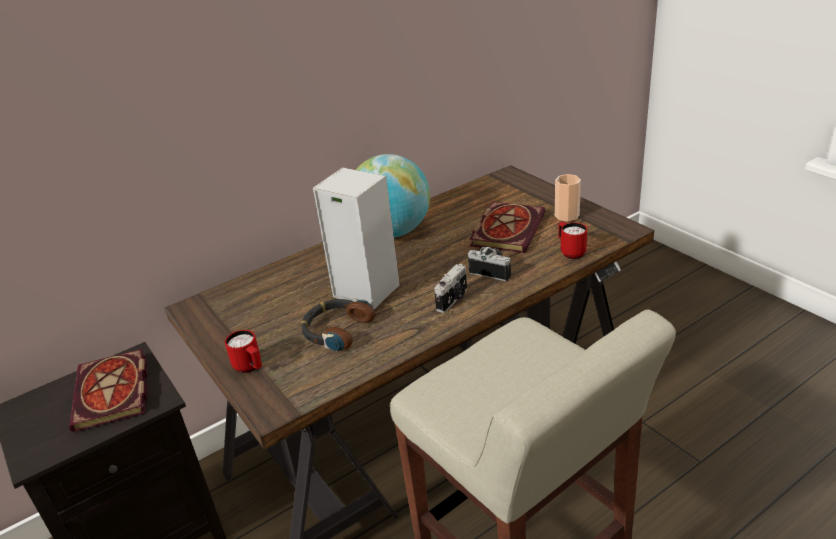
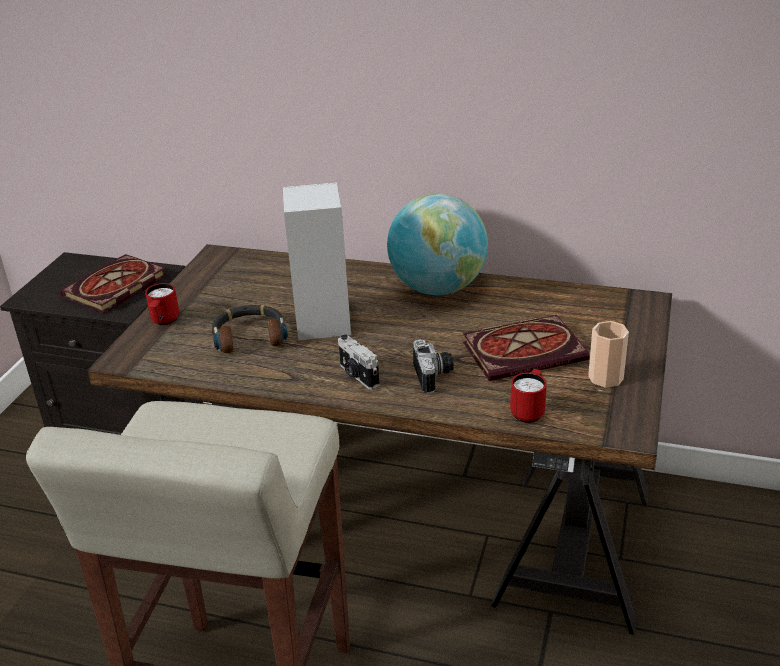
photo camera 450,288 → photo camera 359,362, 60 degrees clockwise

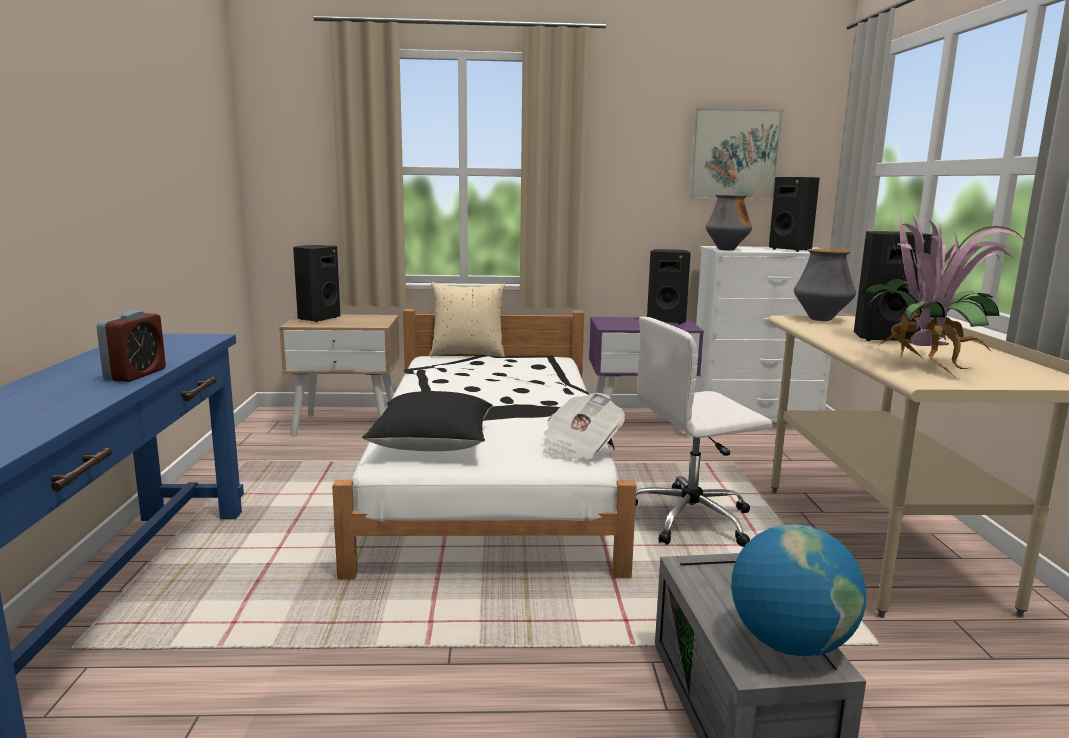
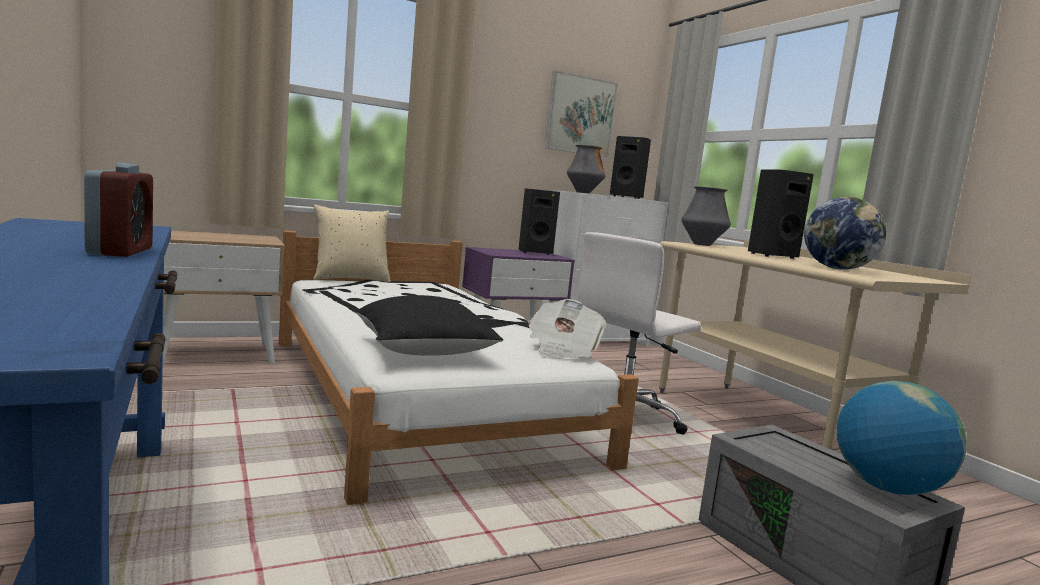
potted plant 944,295 → globe 845,233
black speaker 316,283 → -

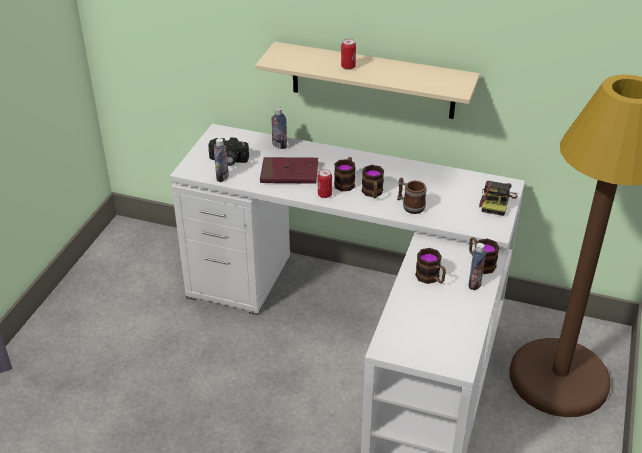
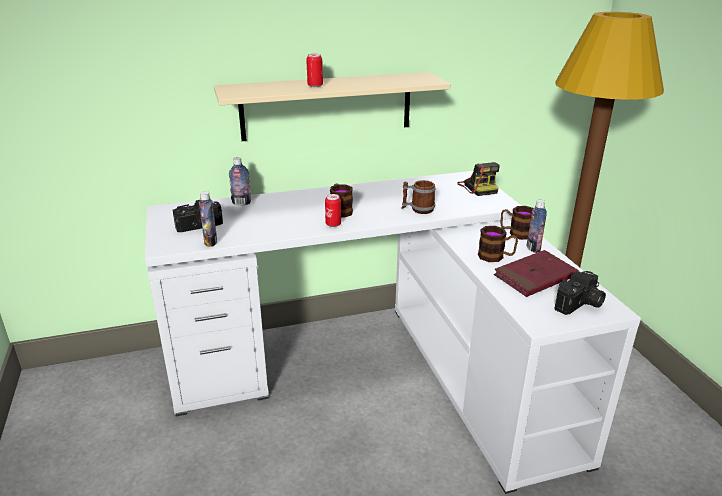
red book 289,170 → red book 536,273, move
- → photo camera 580,293
mug 372,181 → -

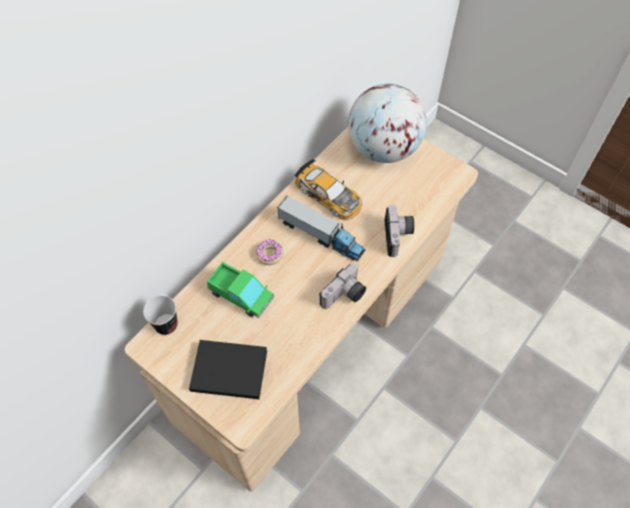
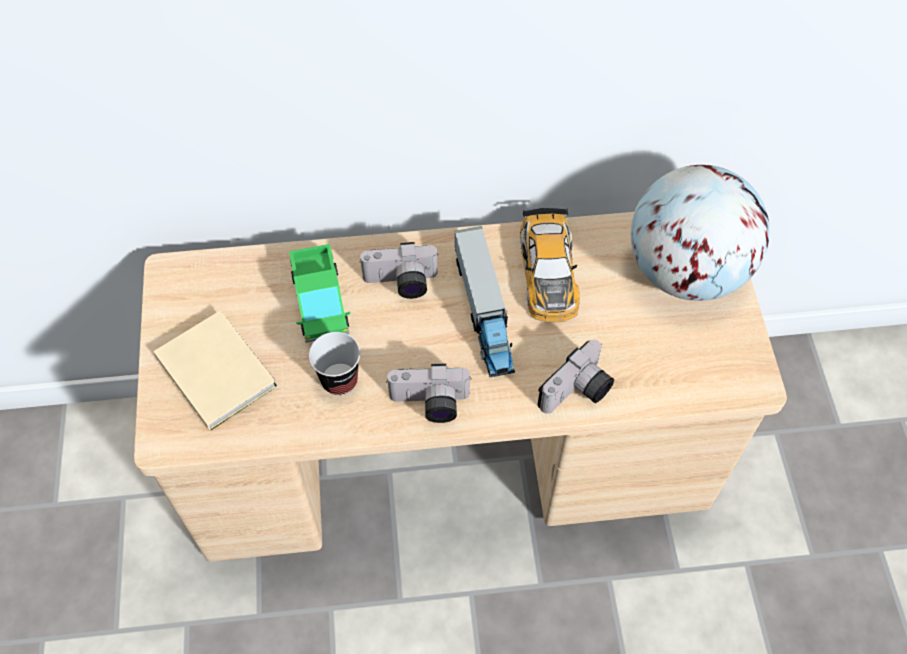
black book 228,369 → beige book 215,371
cup 160,315 → cup 334,363, move
donut 269,252 → photo camera 399,270

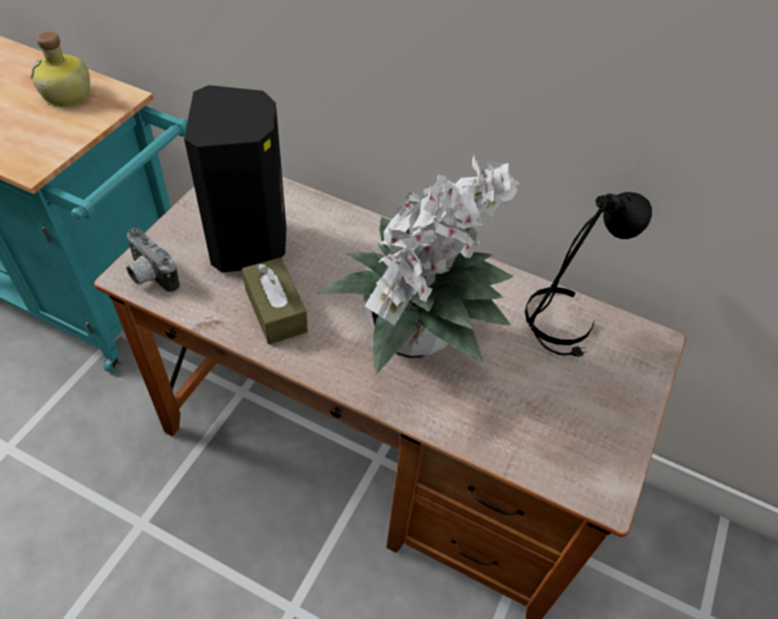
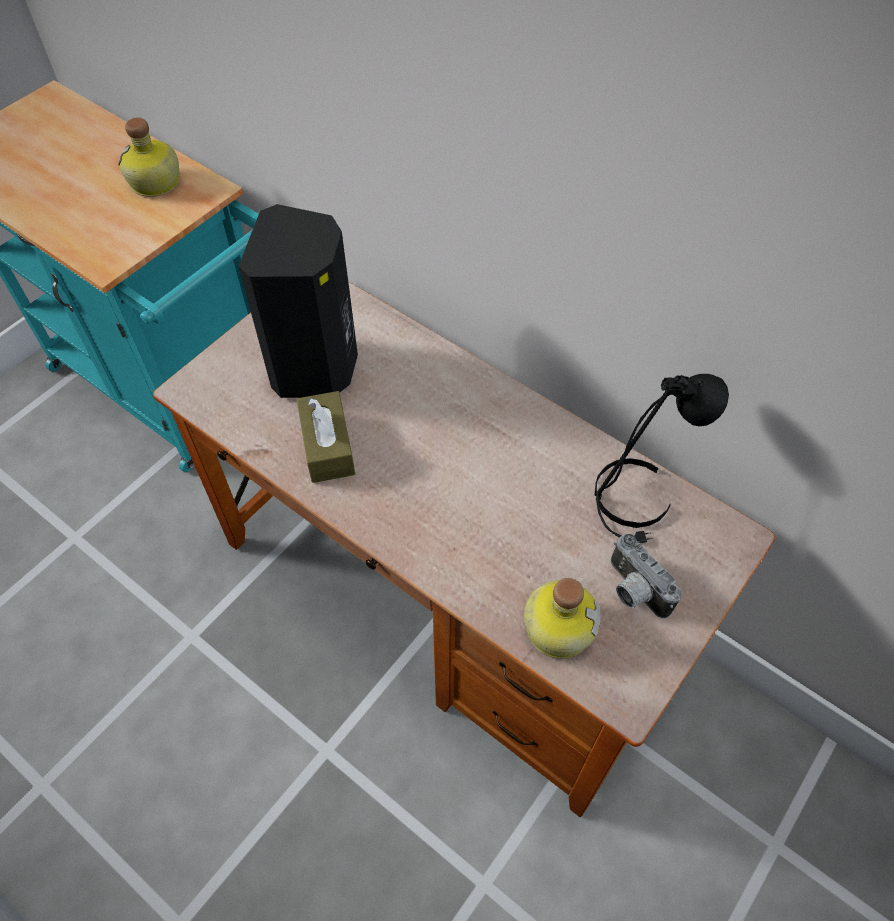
- → bottle 562,618
photo camera 153,259 → photo camera 646,576, move
potted plant 418,264 → -

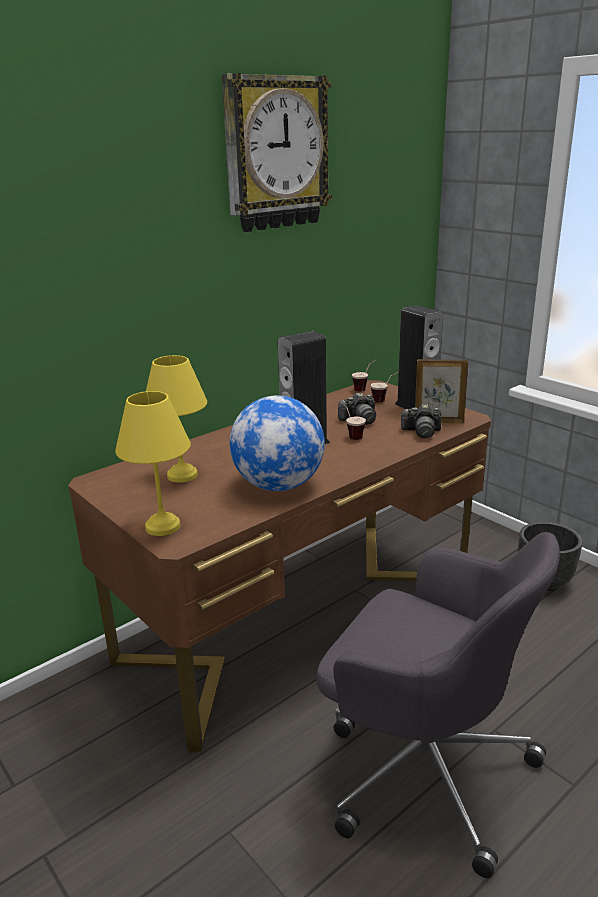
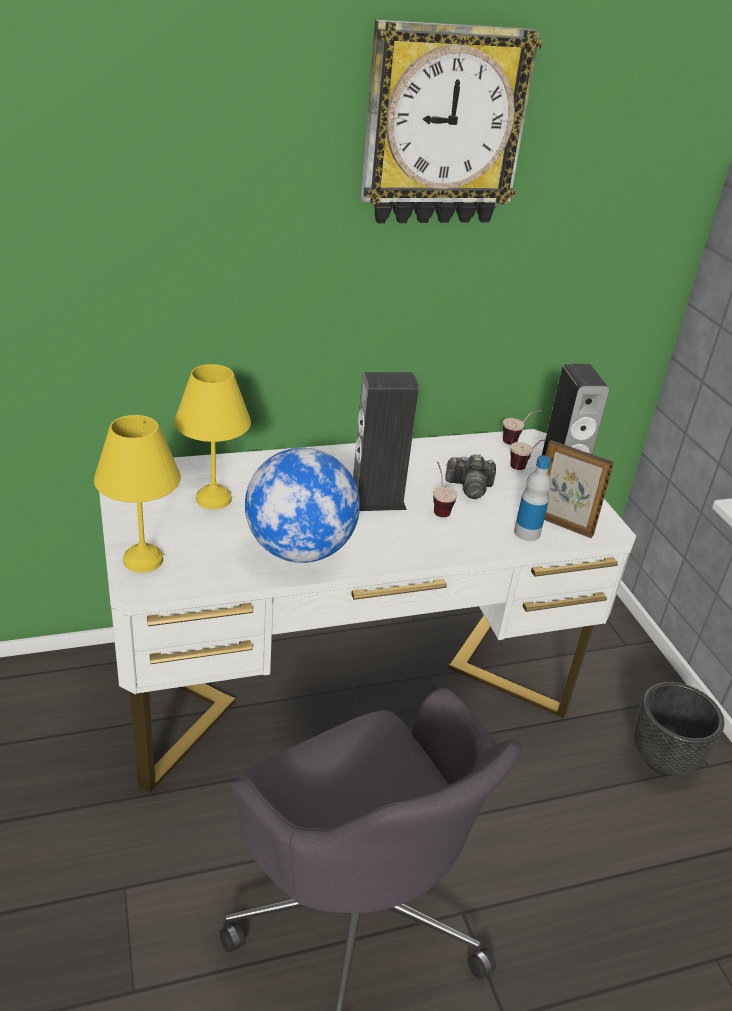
brown desk 279,566 → white desk 367,611
photo camera 421,421 → bottle 532,498

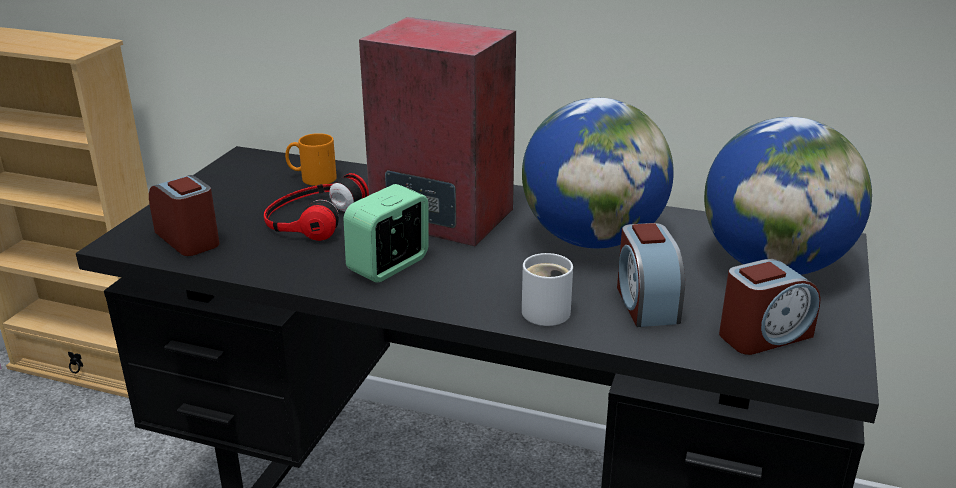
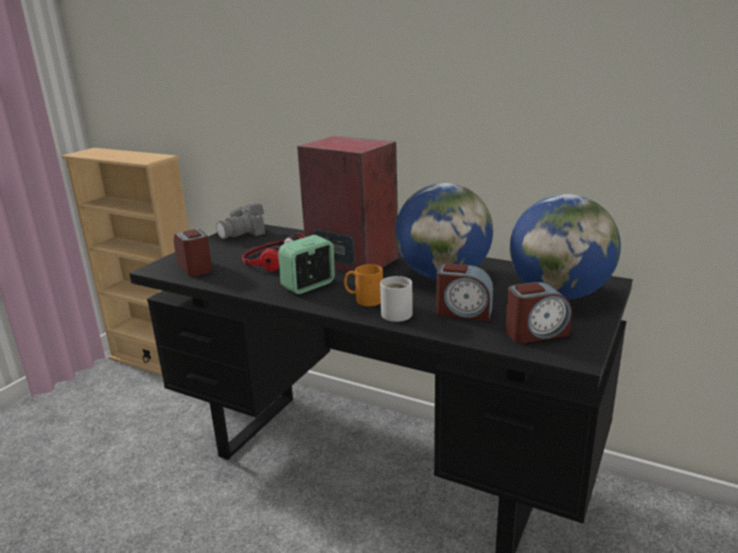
- → photo camera 240,221
orange mug 311,159 → orange mug 363,285, move
alarm clock 651,275 → alarm clock 464,292, 75 degrees counterclockwise

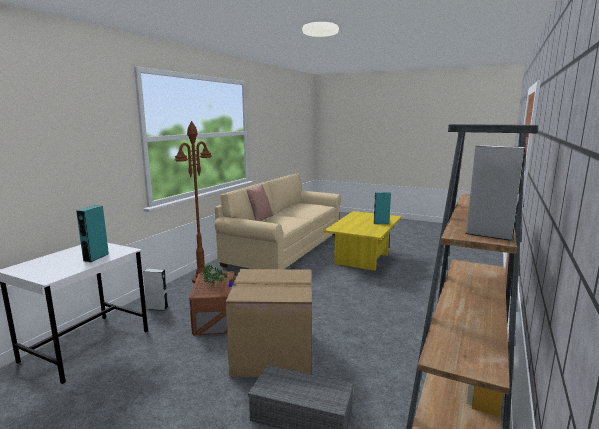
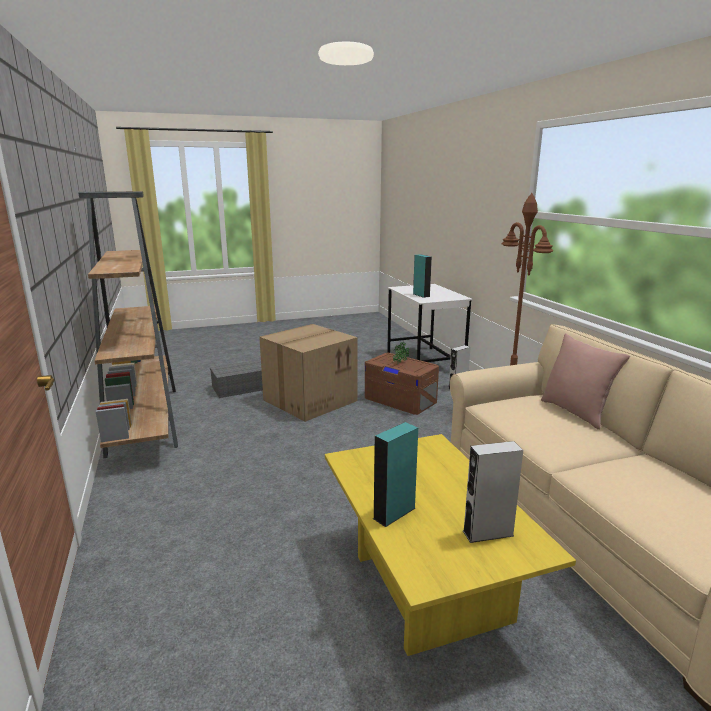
grey speaker 495,193 → grey speaker 493,492, move

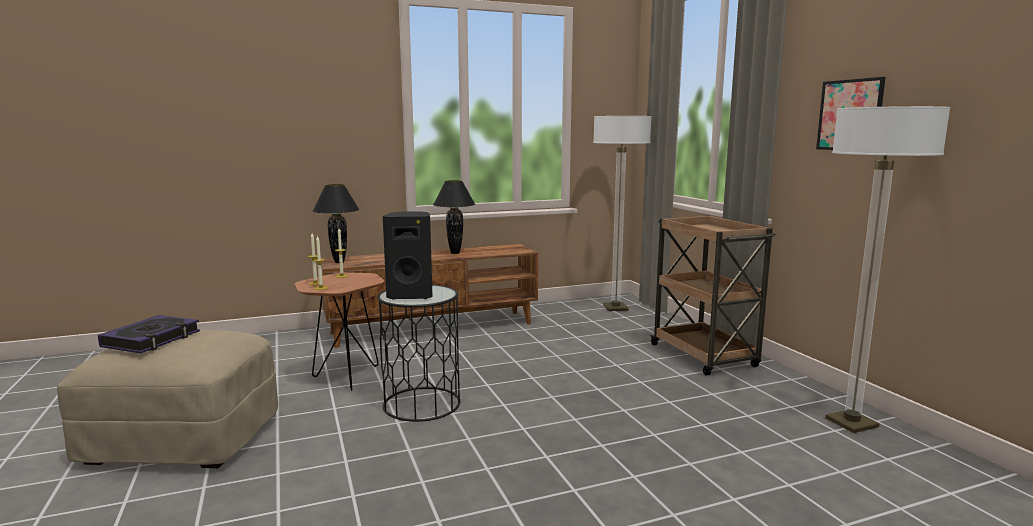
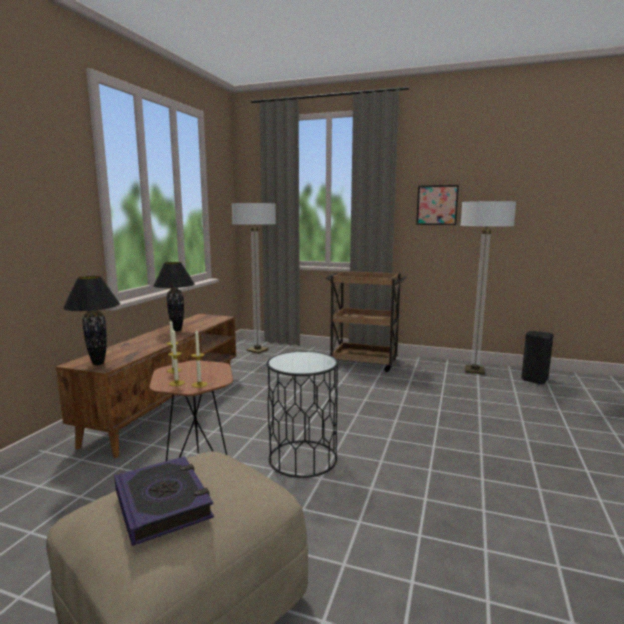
black speaker 408,255 → black speaker 537,358, move

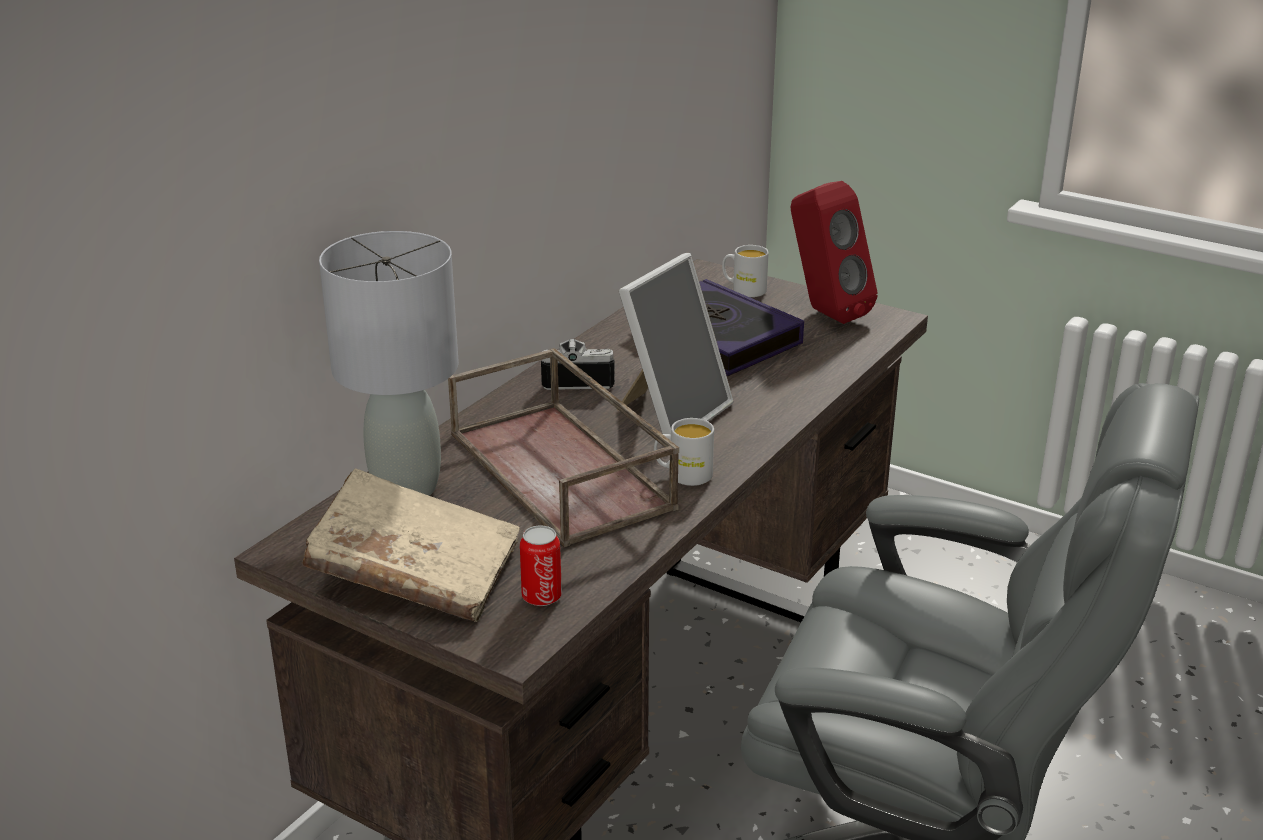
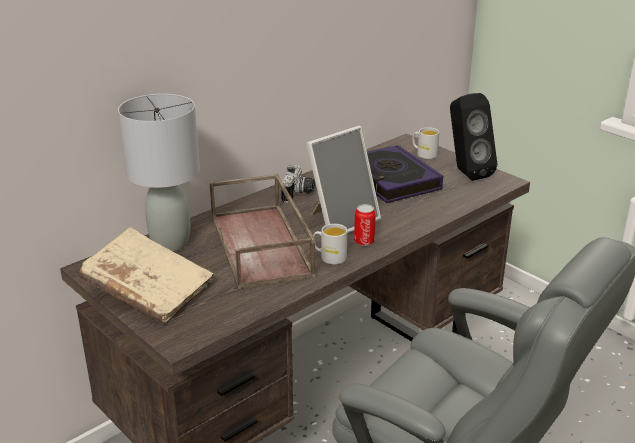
photo camera 578,364 → photo camera 298,184, 90 degrees clockwise
can 541,565 → can 365,225, move
red speaker 834,252 → black speaker 473,137

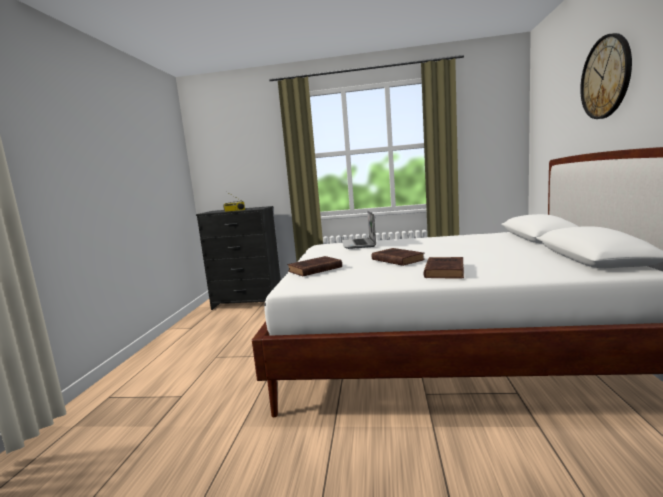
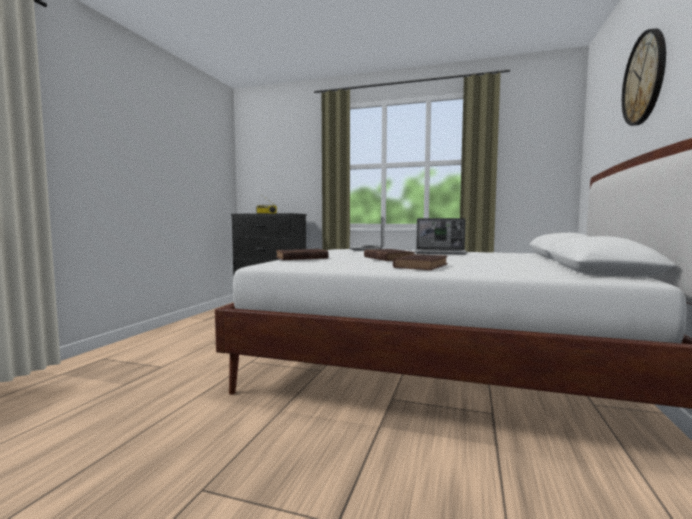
- → laptop 441,236

